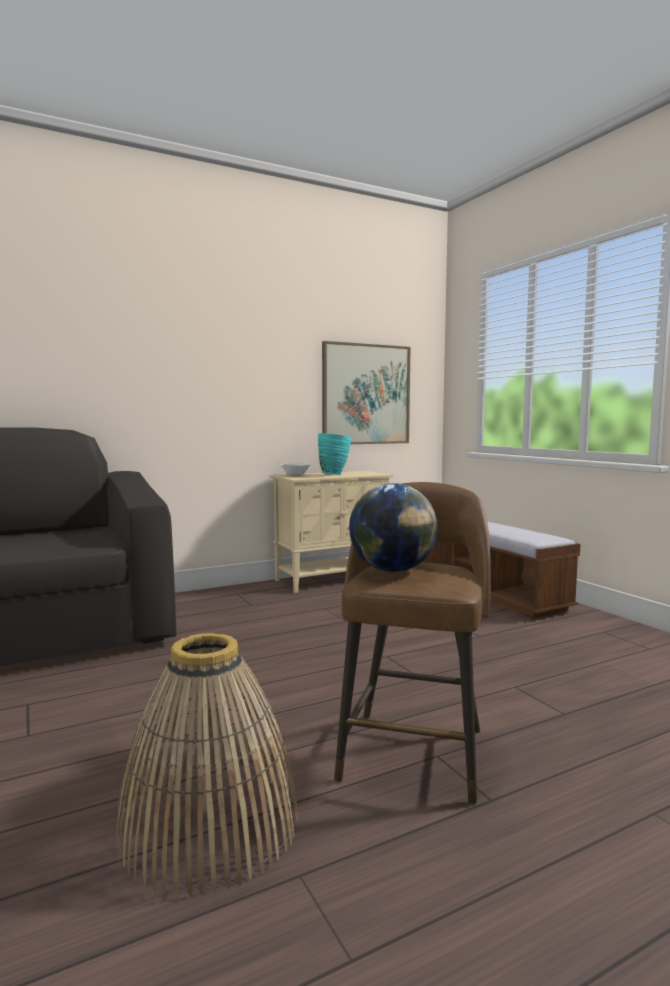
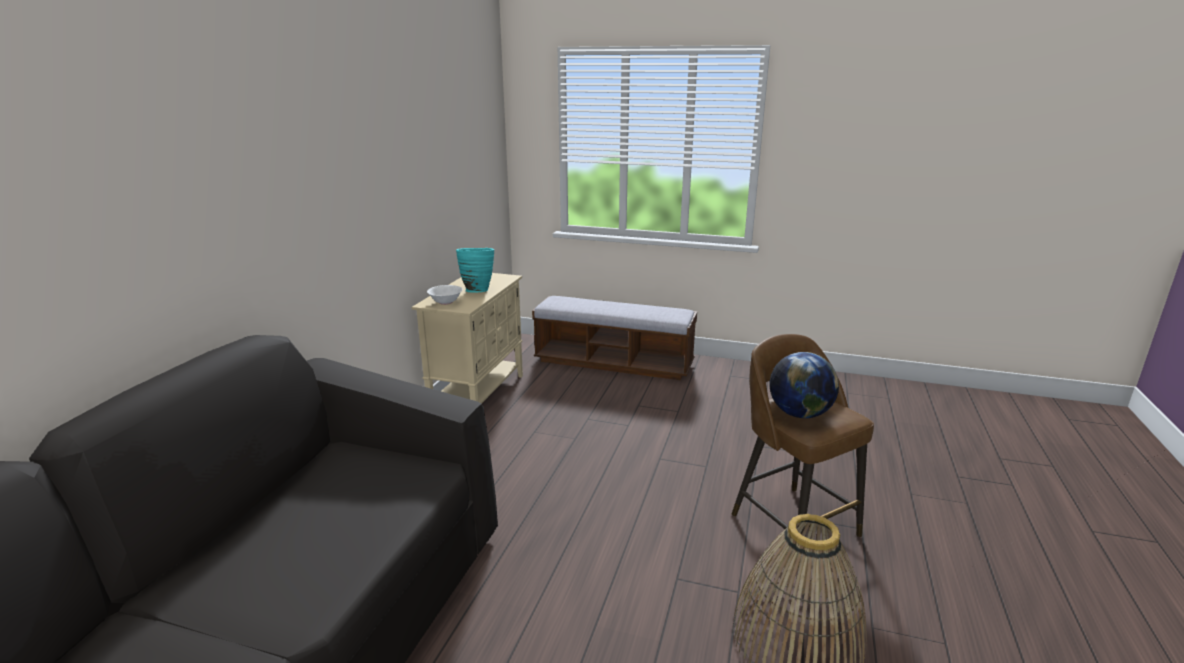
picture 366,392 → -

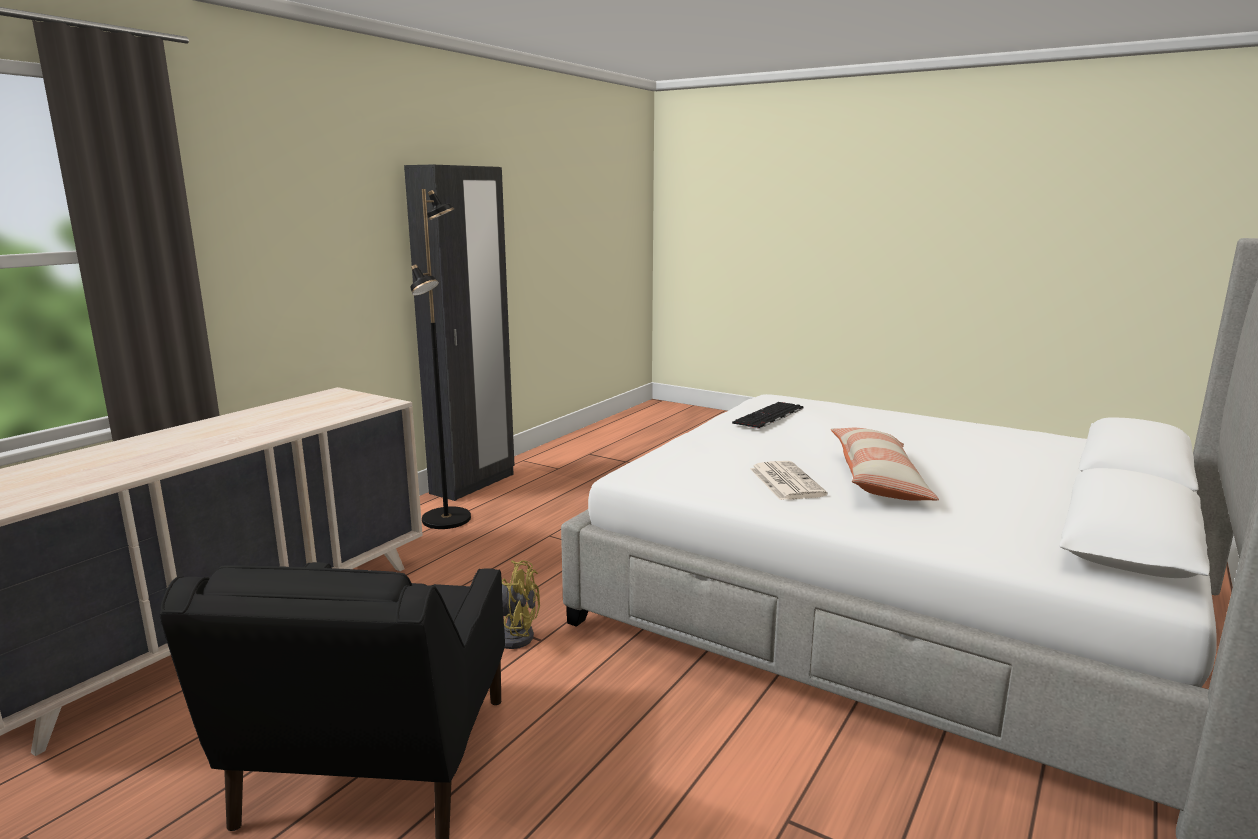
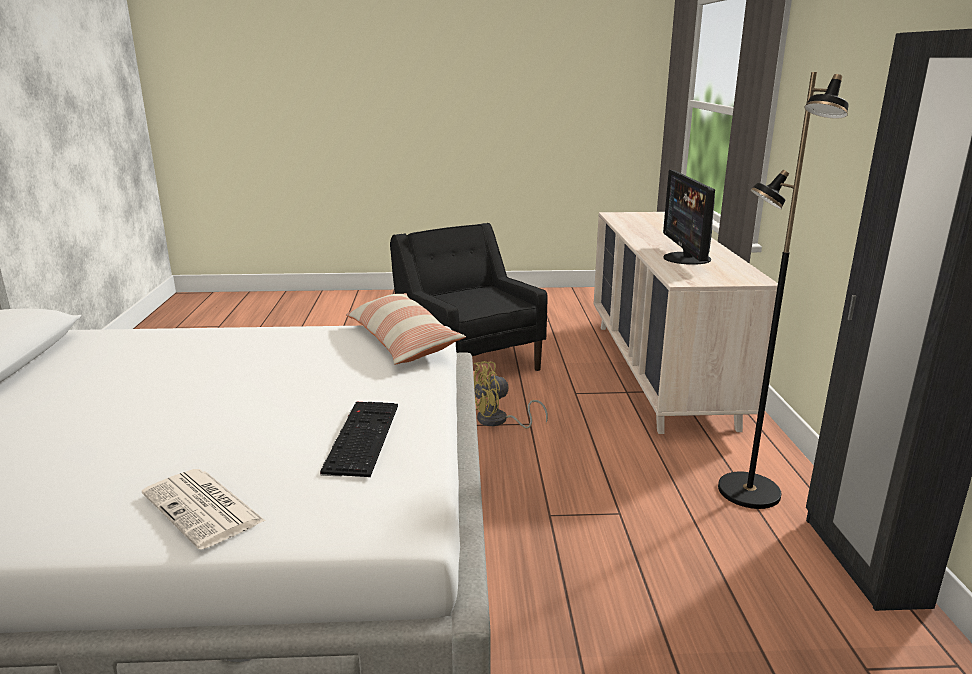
newspaper 789,480 → newspaper 204,509, move
pillow 885,464 → pillow 406,328, move
- → monitor 689,217

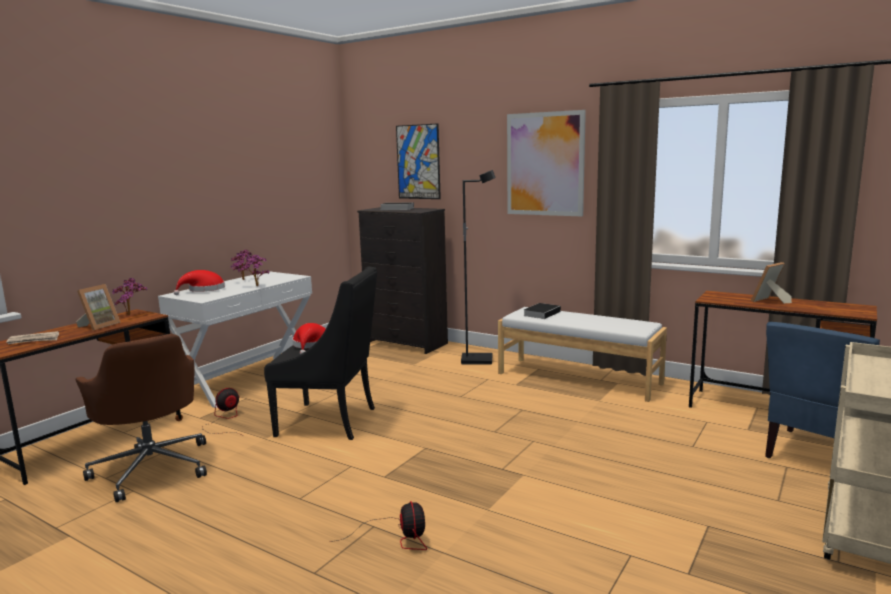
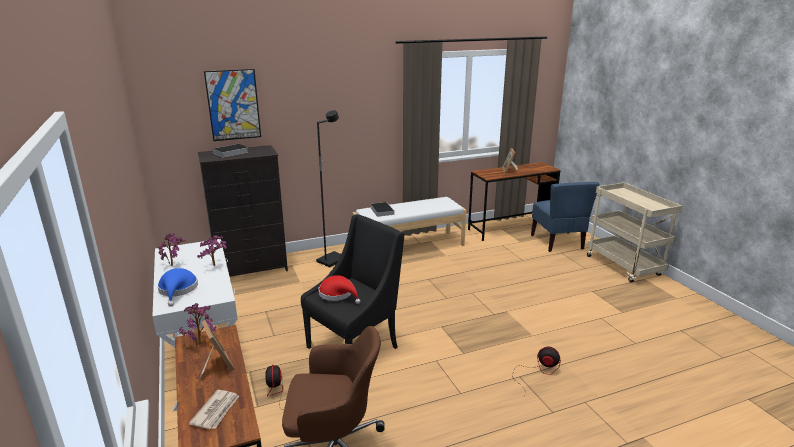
red hat 199,282 → blue hat 177,287
picture 546,163 → -

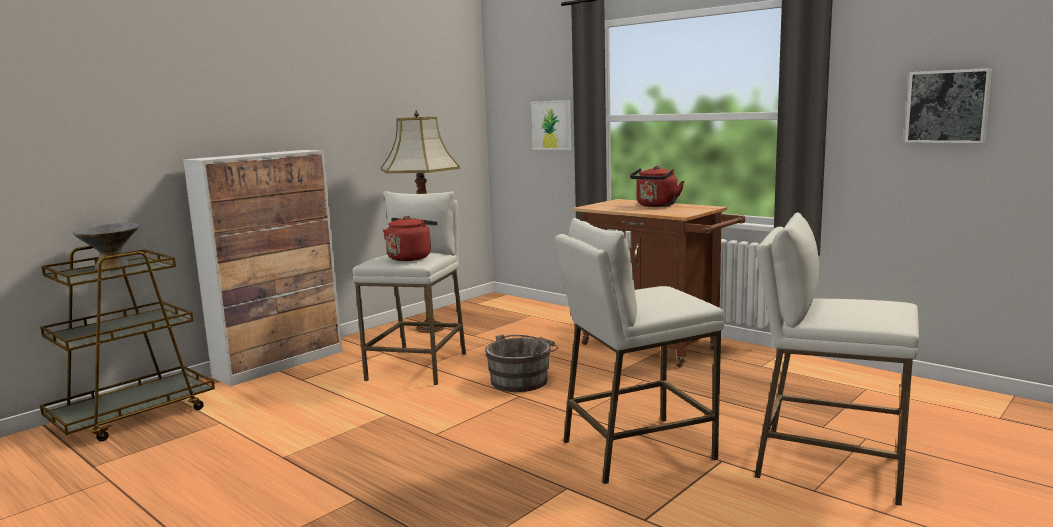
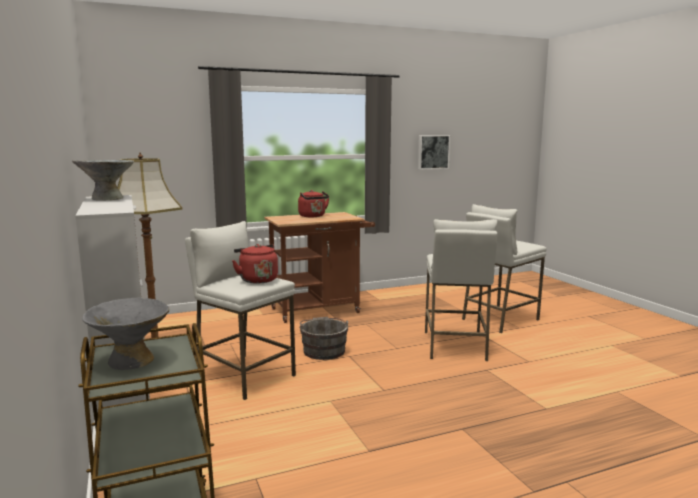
- → grey bowl 103,180
picture 551,125 → -

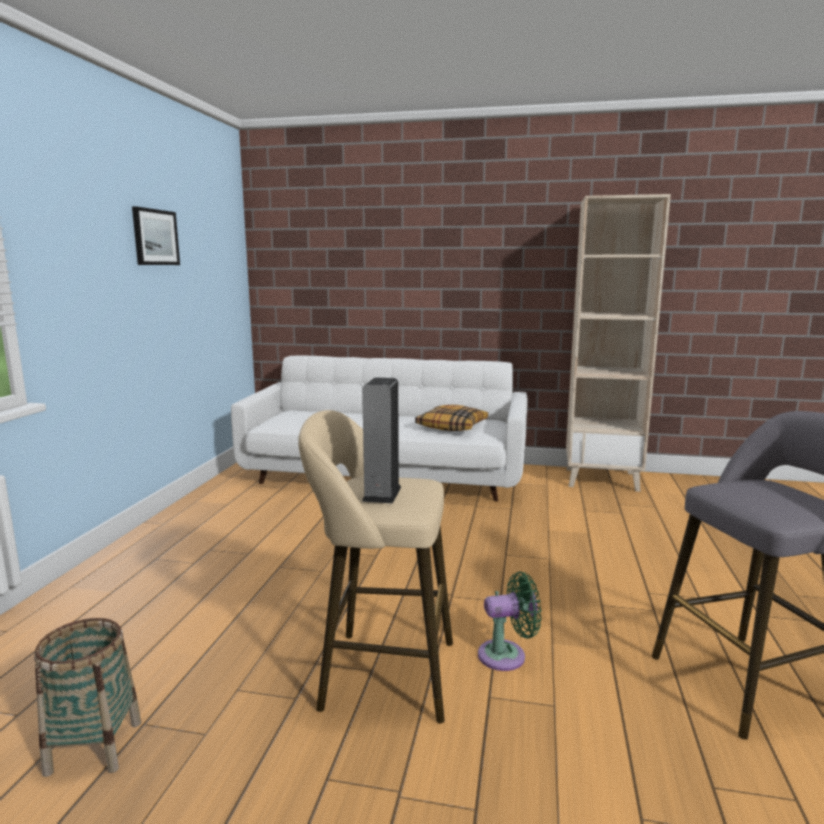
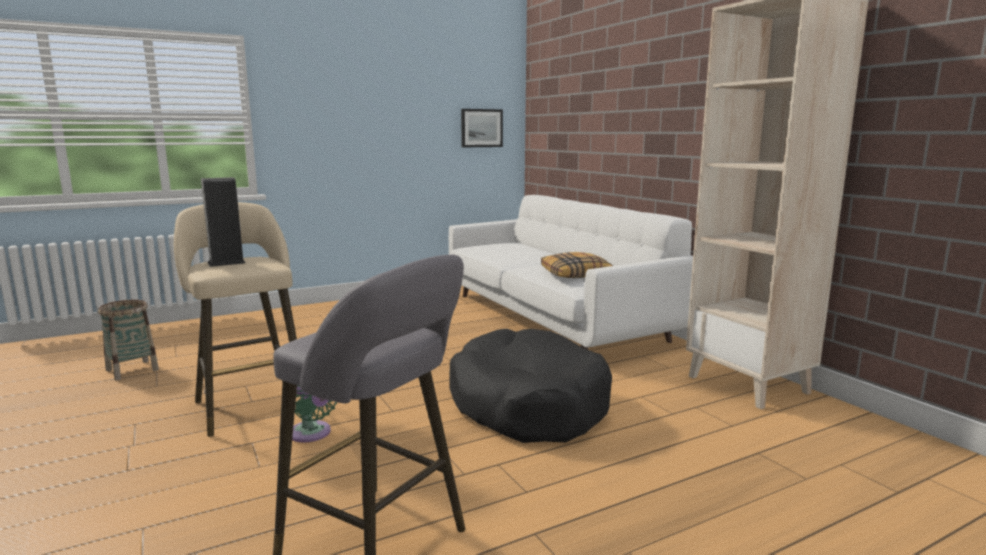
- → black dog bed 530,385
picture 156,235 → picture 482,128, move

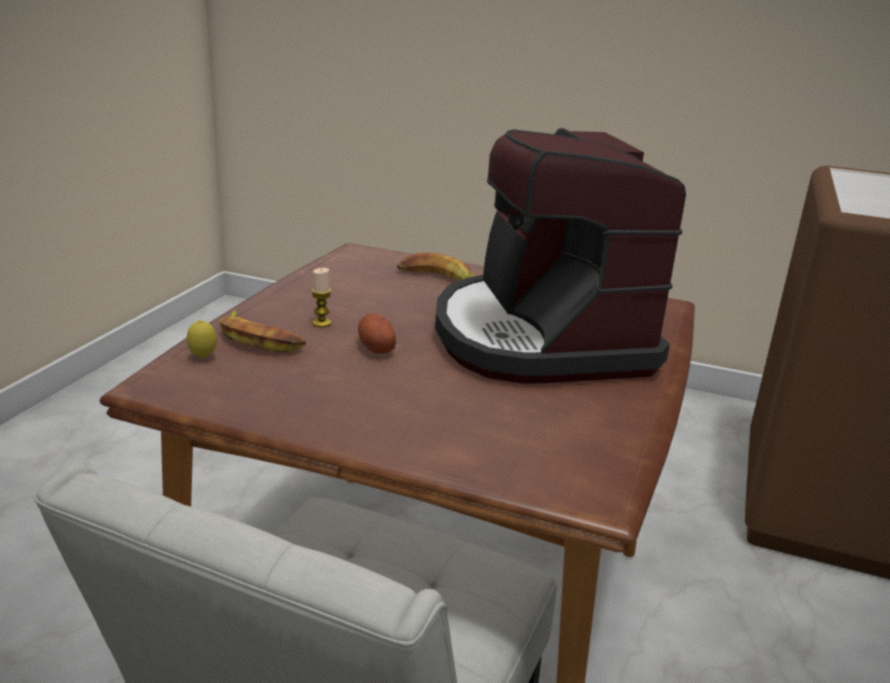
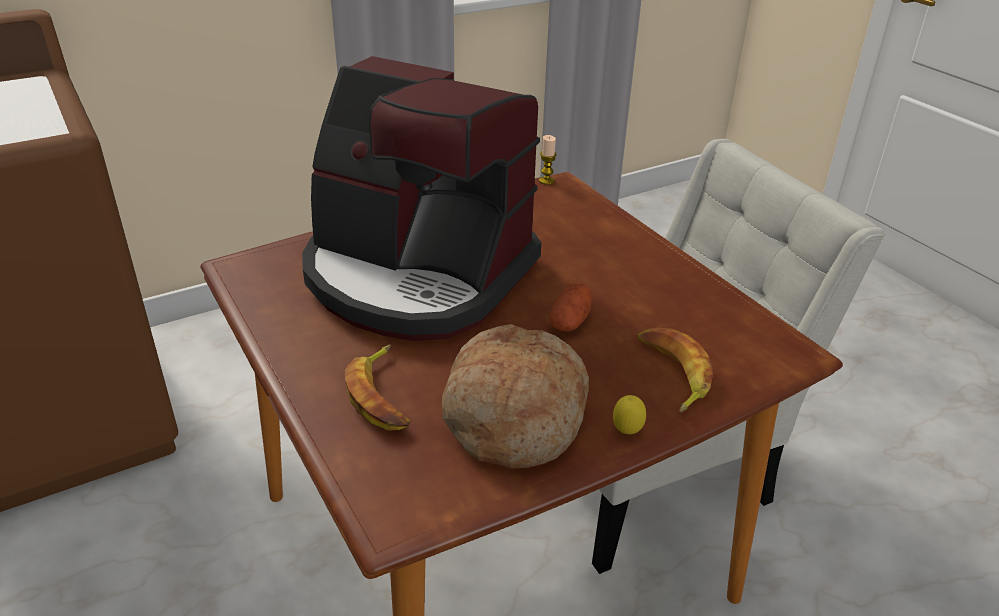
coffee machine 560,256 → coffee machine 421,198, 90 degrees clockwise
- → bread 515,396
candle 321,297 → candle 547,160, move
lemon 202,339 → lemon 629,414, move

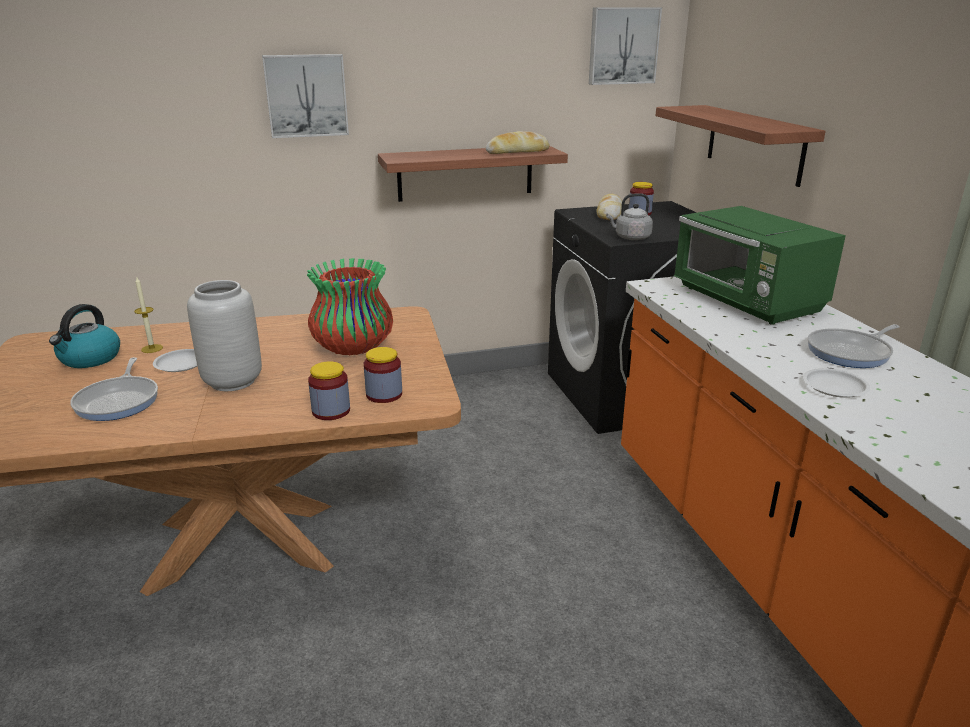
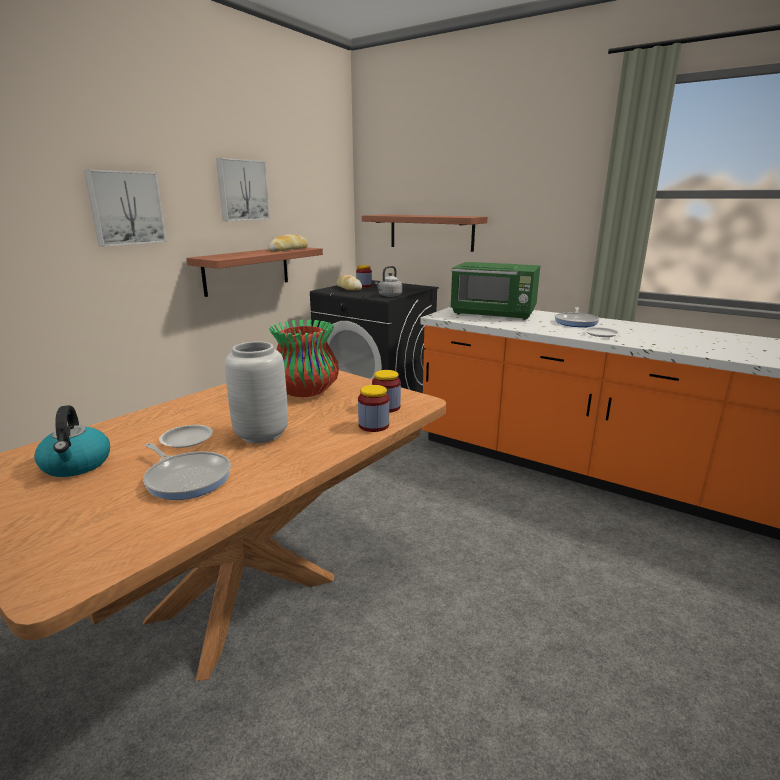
picture 625,46 → picture 243,189, move
candle 148,315 → -

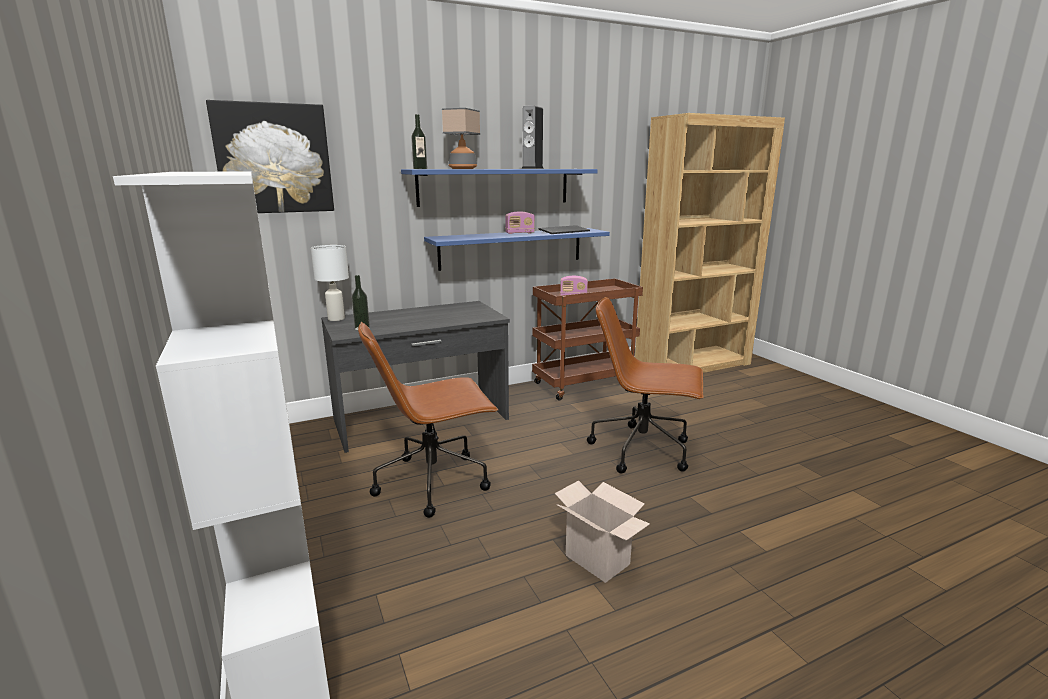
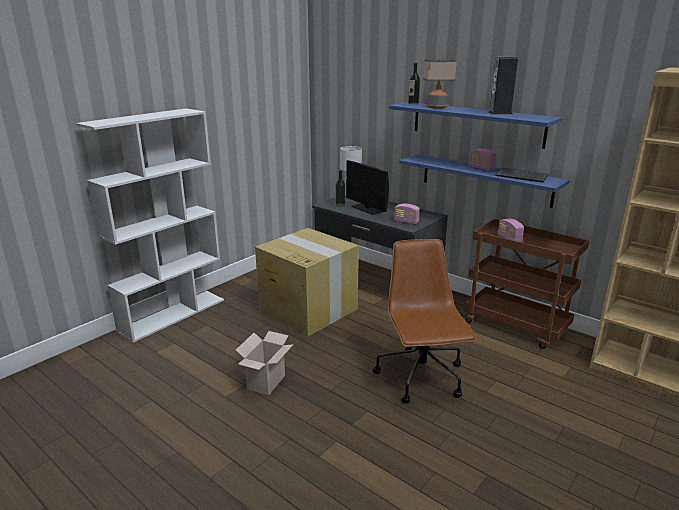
brown office chair 428,420 → cardboard box 307,282
- → monitor 367,187
- → radio 407,213
picture 270,156 → -

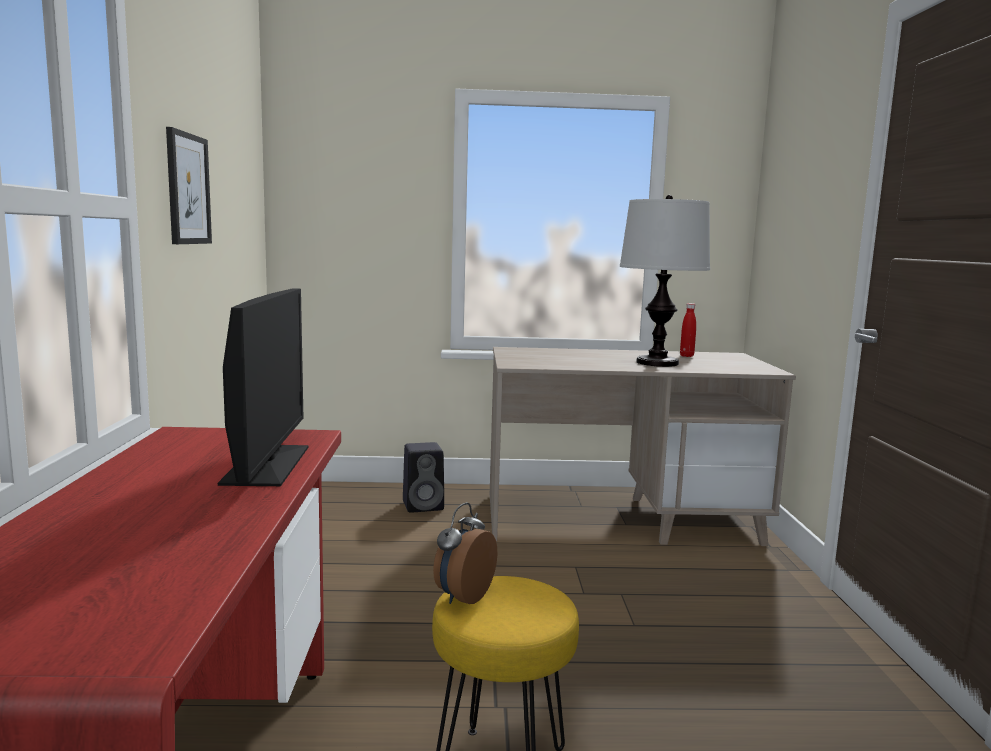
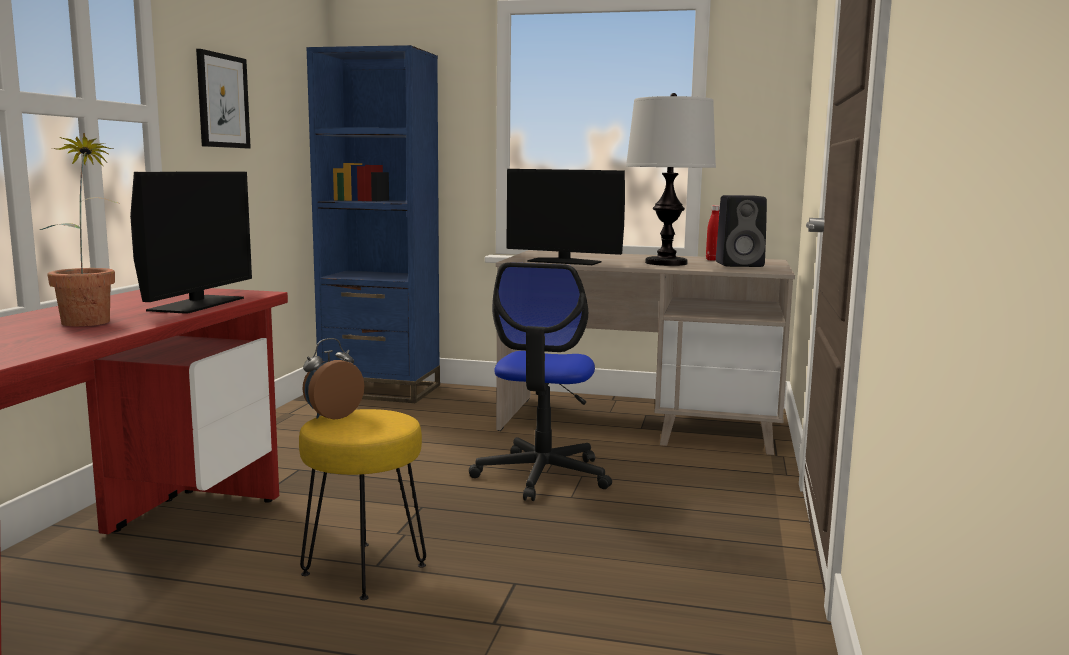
- → potted plant 80,229
- → blue bookcase 373,224
- → office chair 540,381
- → monitor 565,217
black speaker 423,477 → black speaker 741,231, move

